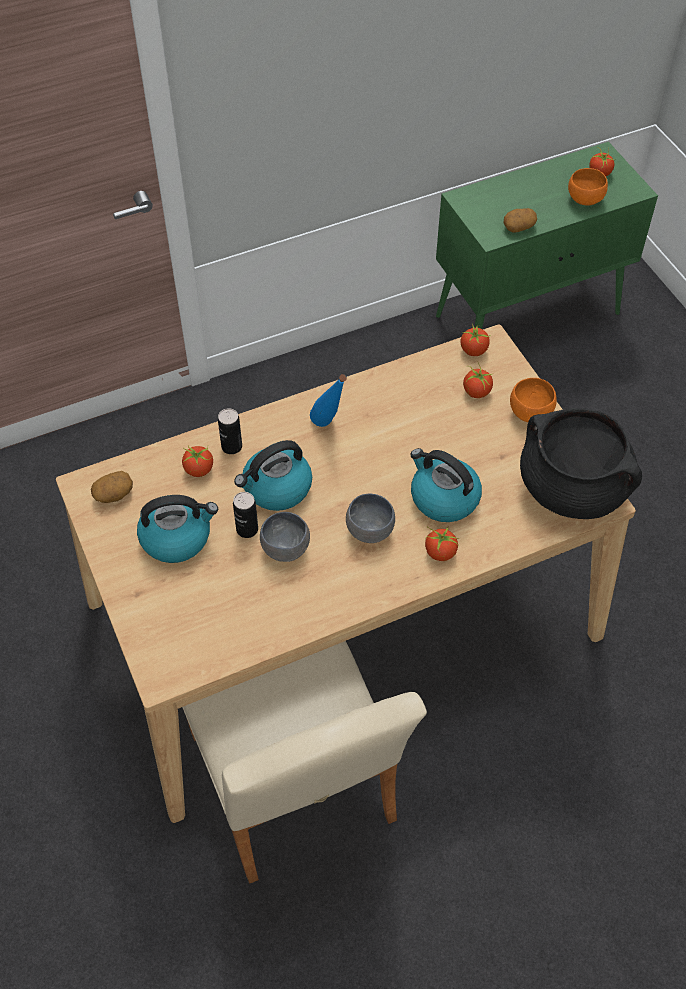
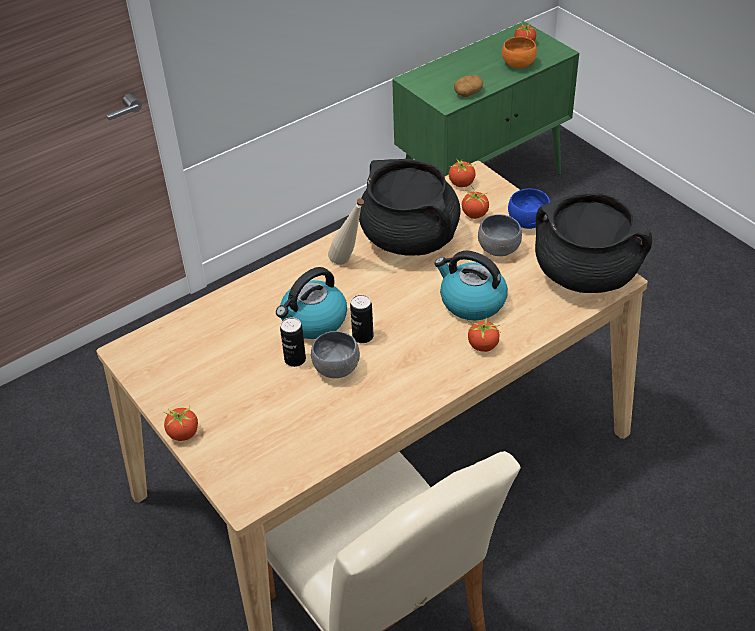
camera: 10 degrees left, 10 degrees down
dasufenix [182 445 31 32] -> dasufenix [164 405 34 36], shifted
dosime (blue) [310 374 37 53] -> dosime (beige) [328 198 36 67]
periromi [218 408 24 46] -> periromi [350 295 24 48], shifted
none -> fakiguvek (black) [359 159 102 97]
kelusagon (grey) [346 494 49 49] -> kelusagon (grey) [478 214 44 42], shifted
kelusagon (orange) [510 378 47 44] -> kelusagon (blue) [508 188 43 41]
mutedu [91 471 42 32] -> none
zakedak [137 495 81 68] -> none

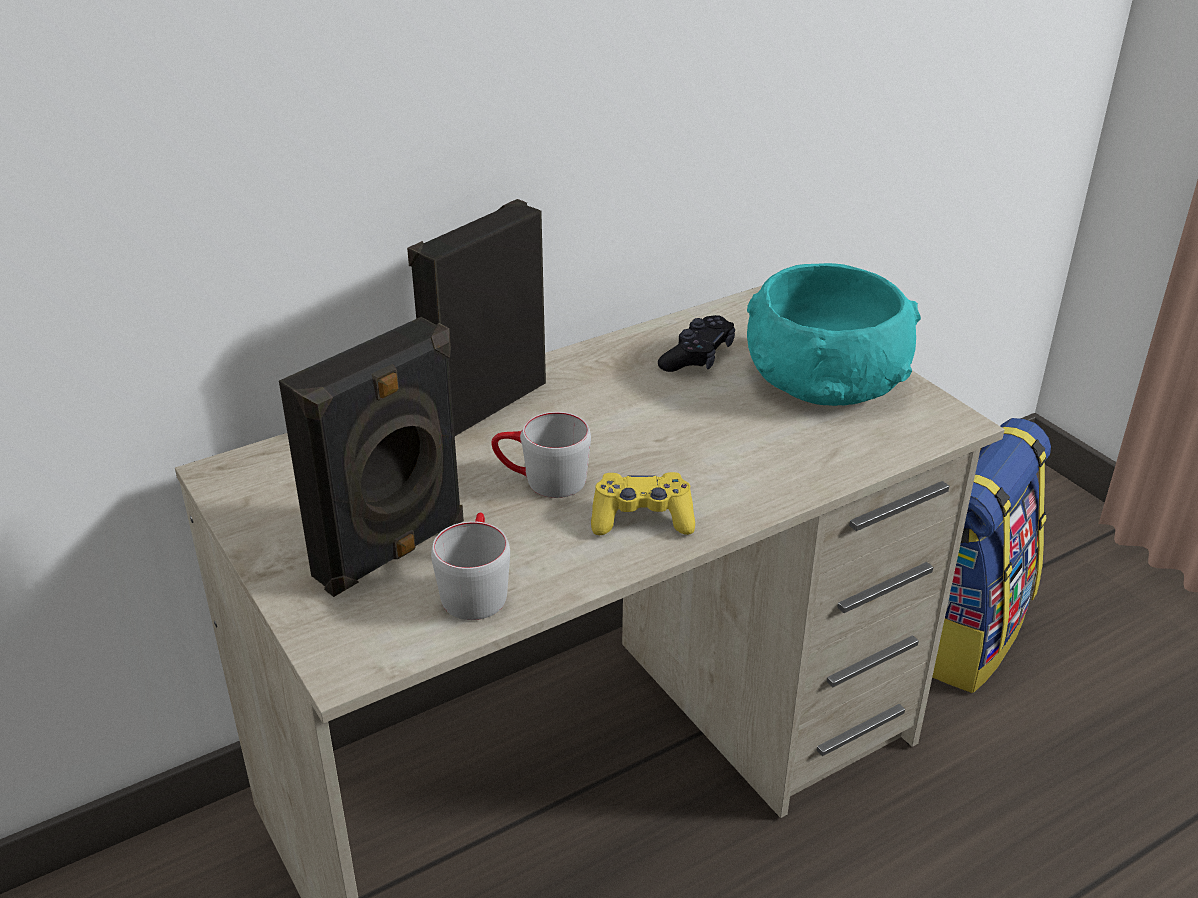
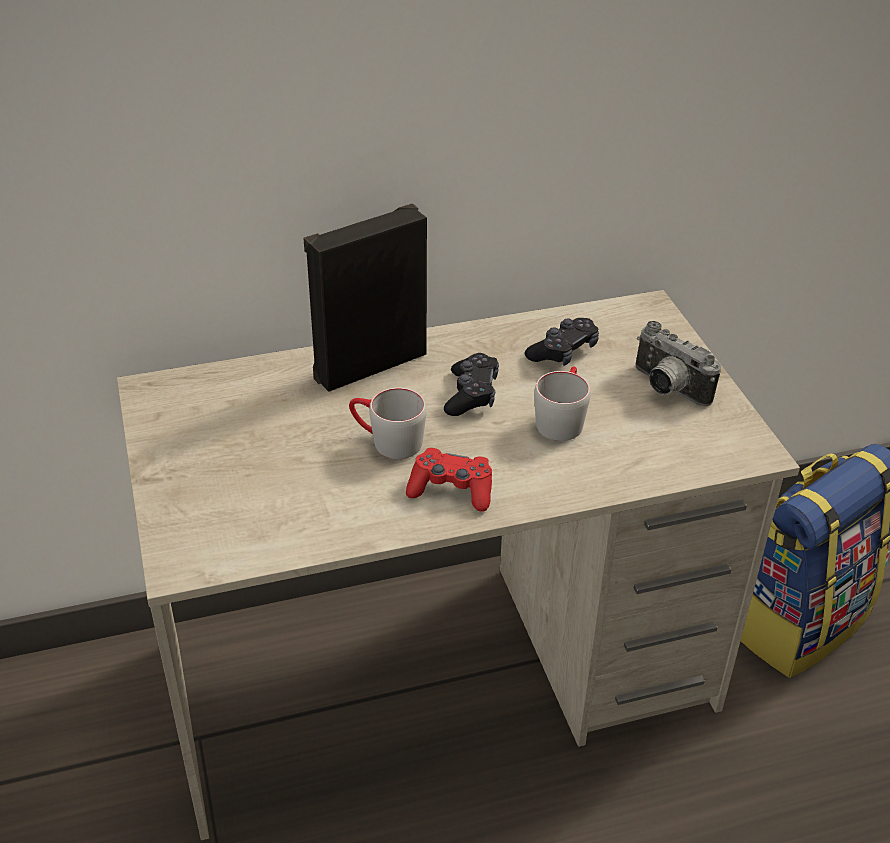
camera: 15 degrees right, 5 degrees up
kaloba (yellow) [591 472 104 63] -> kaloba (red) [406 448 86 64]
none -> kaloba (black) [444 353 55 63]
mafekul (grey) [431 512 79 108] -> mafekul (grey) [534 366 57 75], shifted
kelusagon (turquoise) [747 263 174 143] -> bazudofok [635 321 86 86]
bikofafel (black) [279 317 185 280] -> none

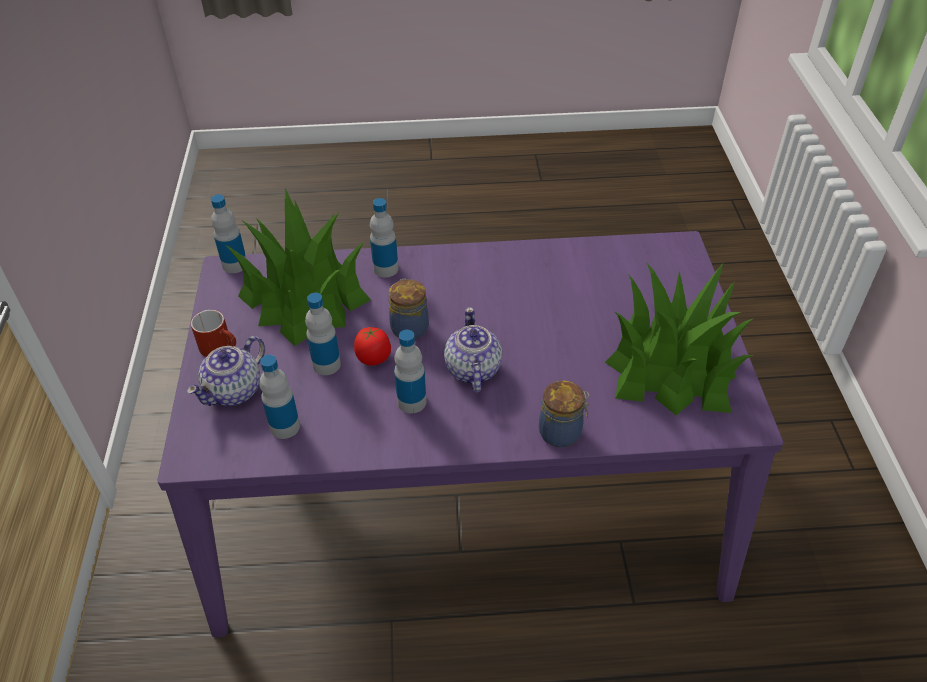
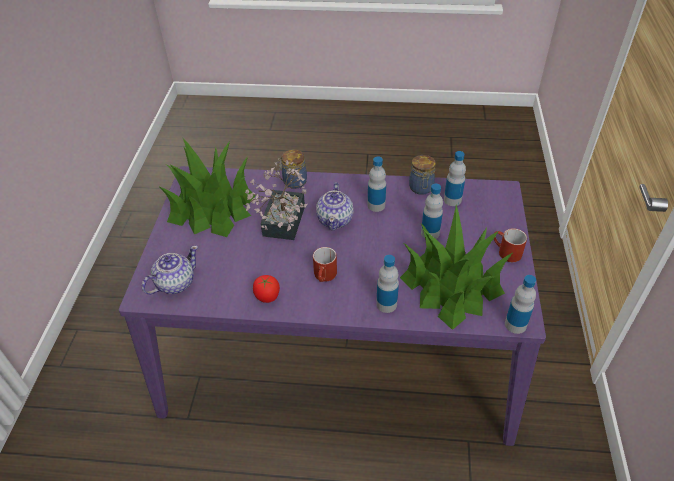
camera: 170 degrees left, 0 degrees up
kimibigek [186 336 79 70] -> kimibigek [142 245 56 50], shifted
none -> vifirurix [245 160 62 80]
dasufenix [354 326 37 40] -> dasufenix [253 275 27 28], shifted
none -> mafekul (red) [313 247 24 35]
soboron [389 279 40 60] -> soboron [409 155 27 40], shifted

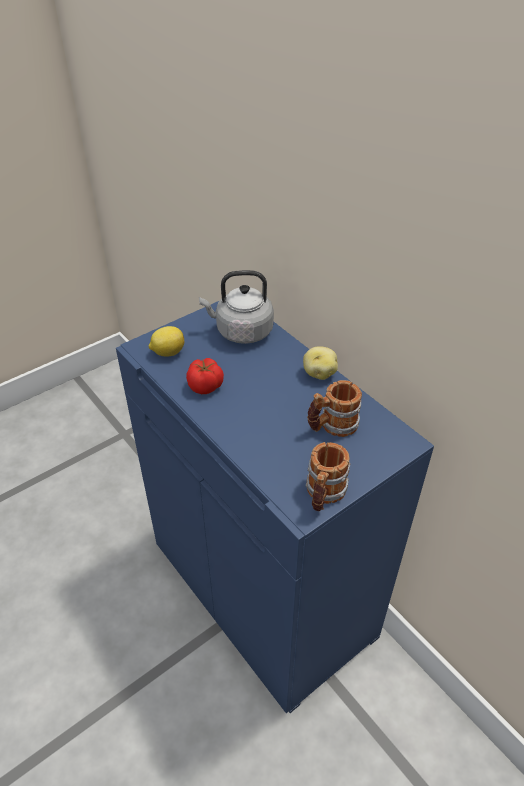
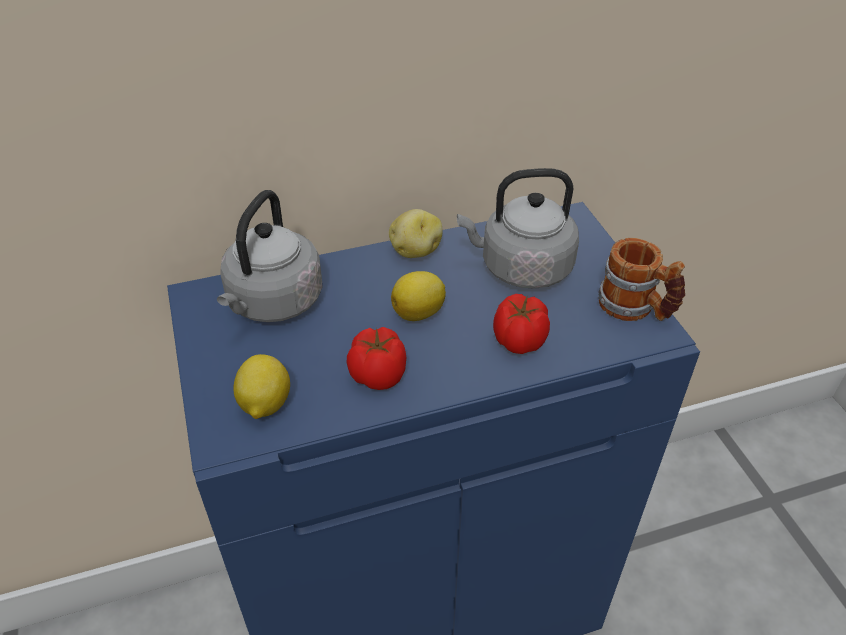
camera: 70 degrees left, 0 degrees up
none -> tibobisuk [391 271 55 50]
mafekul [307 380 55 57] -> zakedak (grey) [457 168 122 121]
none -> dasufenix [493 294 57 60]

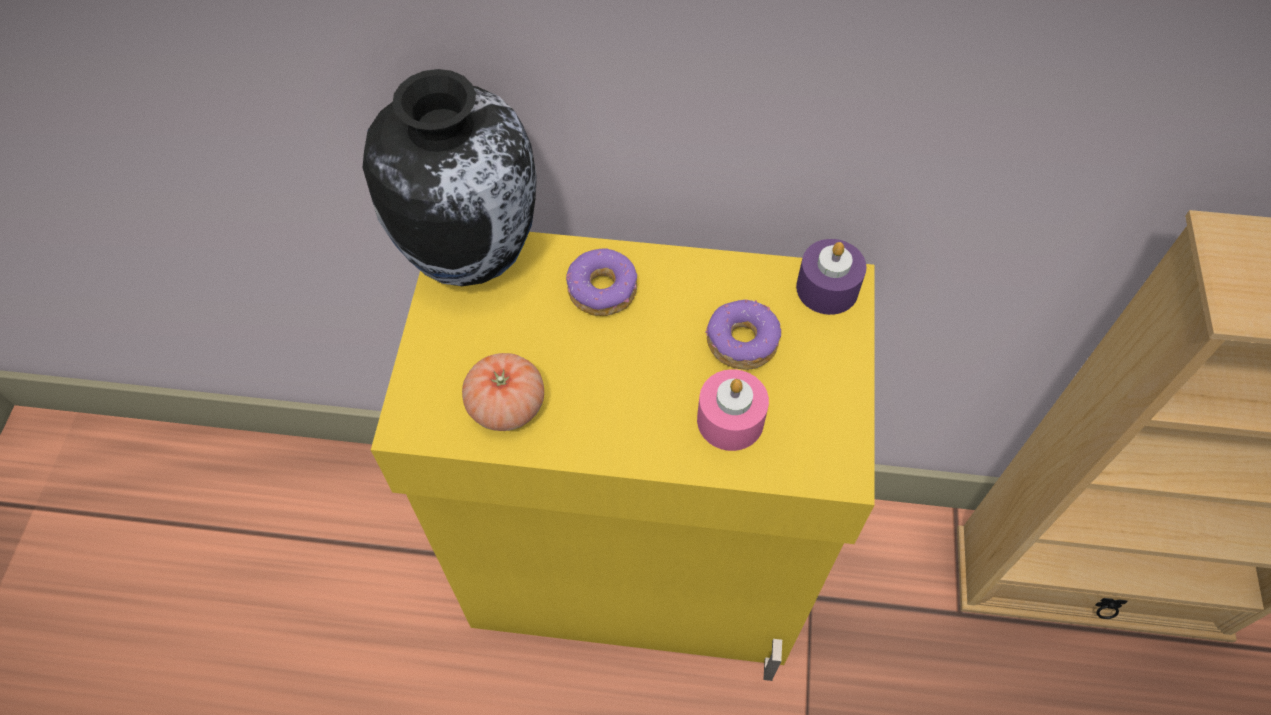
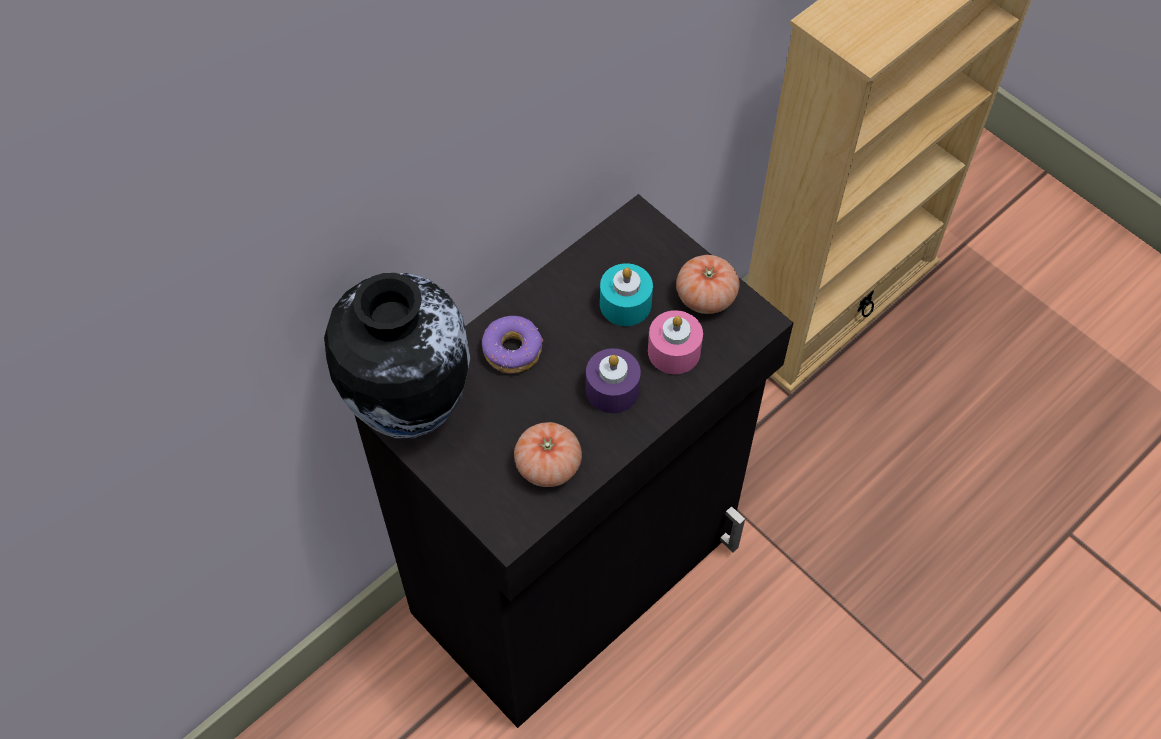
camera: 50 degrees left, 0 degrees up
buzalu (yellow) [371 232 504 449] -> buzalu (black) [355 194 438 534]
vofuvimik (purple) [796 239 70 76] -> vofuvimik (purple) [586 348 55 65], shifted
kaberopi [705 300 76 70] -> vofuvimik (turquoise) [600 263 53 63]
none -> dasufenix [676 255 63 59]

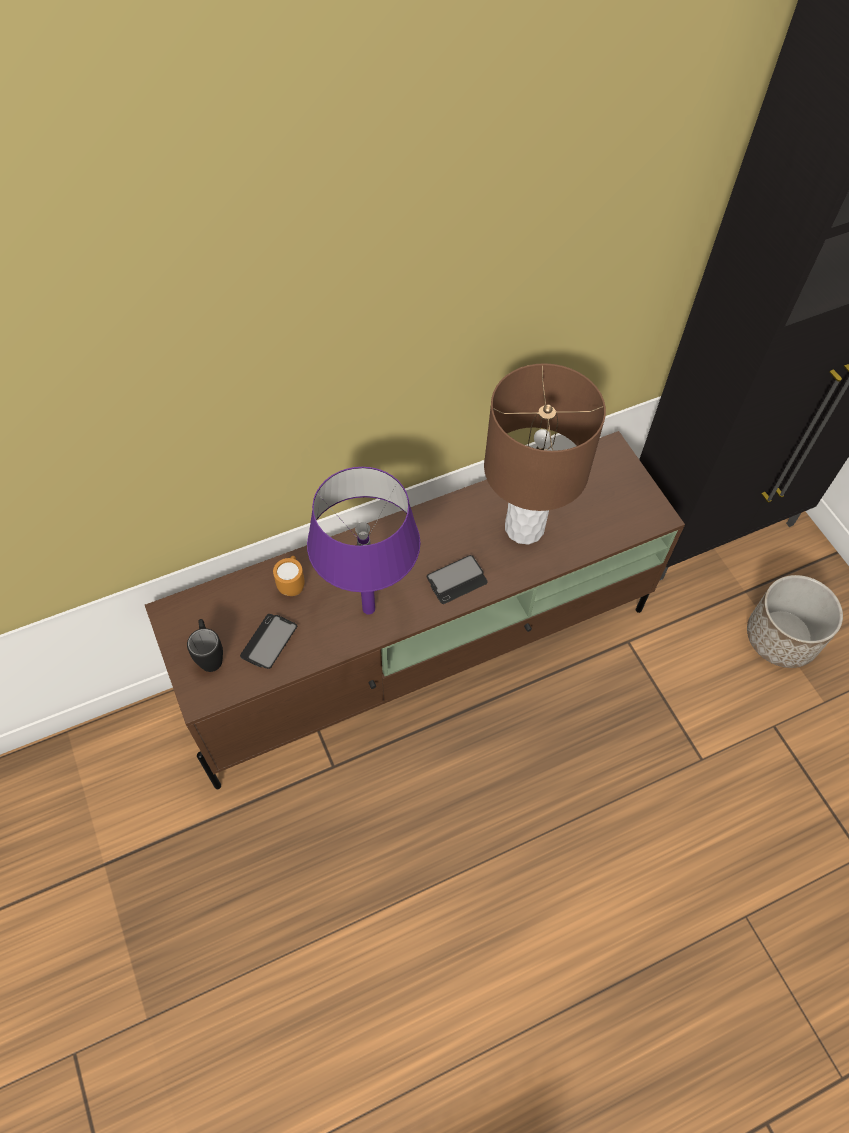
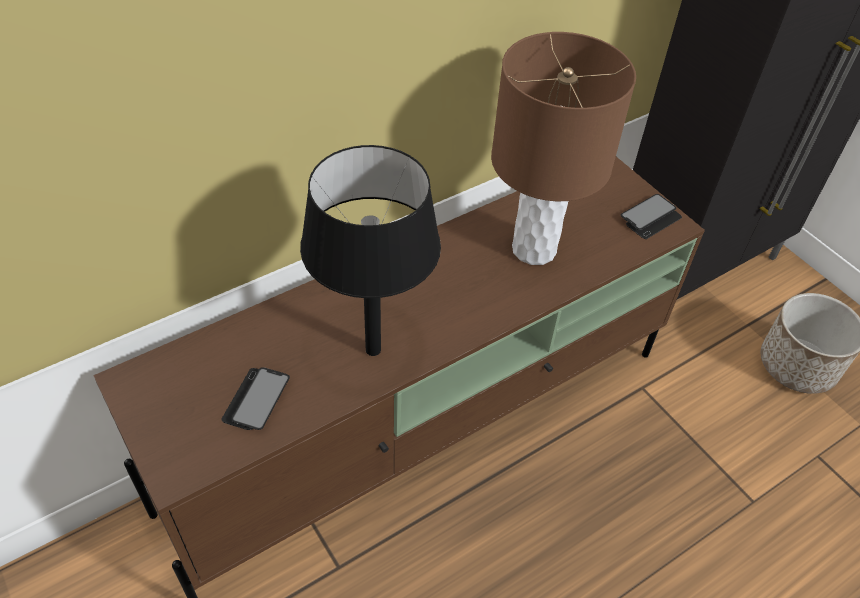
camera: 10 degrees left, 10 degrees down
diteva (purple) [307 467 113 148] -> diteva (black) [300 145 141 211]
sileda [427 555 61 49] -> sileda [621 194 61 45], shifted
mafekul (black) [187 619 36 53] -> none
mafekul (orange) [273 556 31 40] -> none

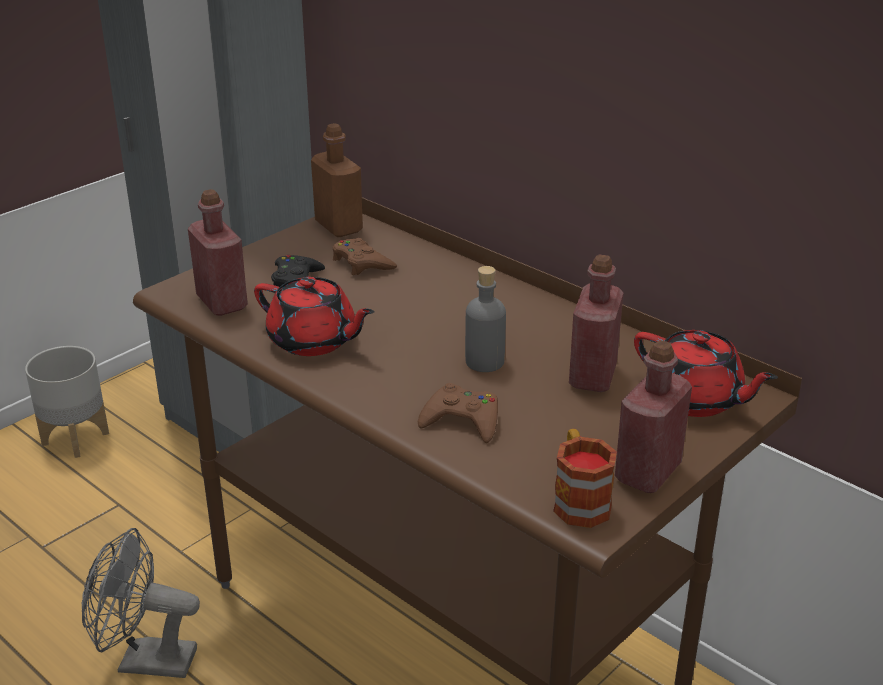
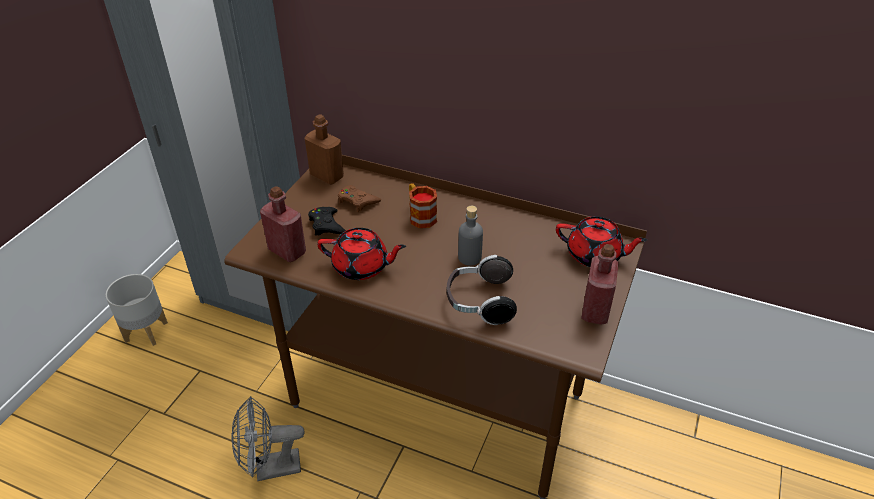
camera: 20 degrees left, 10 degrees up
mafekul [553 429 64 99] -> mafekul [409 183 28 45], shifted
kaloba (brown) [418 383 80 60] -> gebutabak [447 255 70 70]
dosime (red) [569 254 55 138] -> none

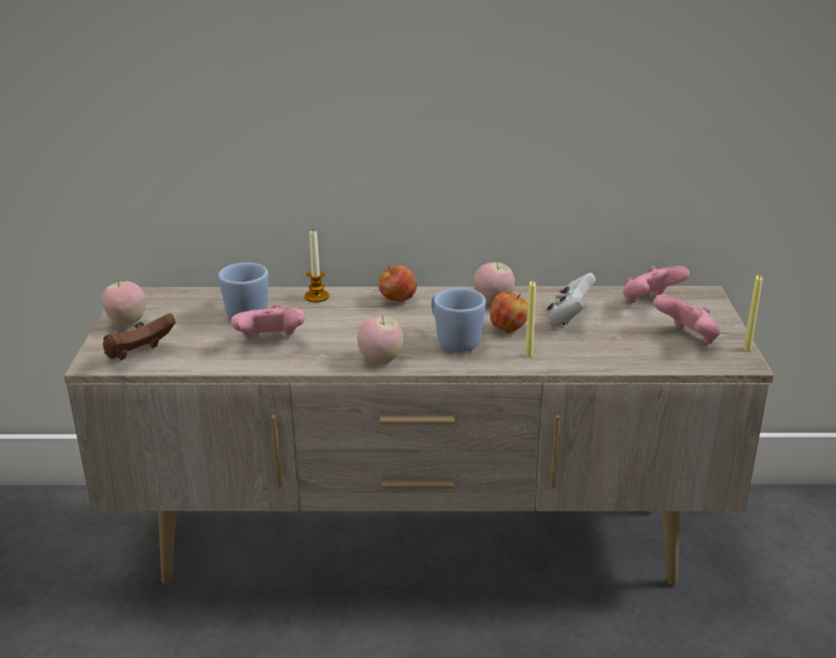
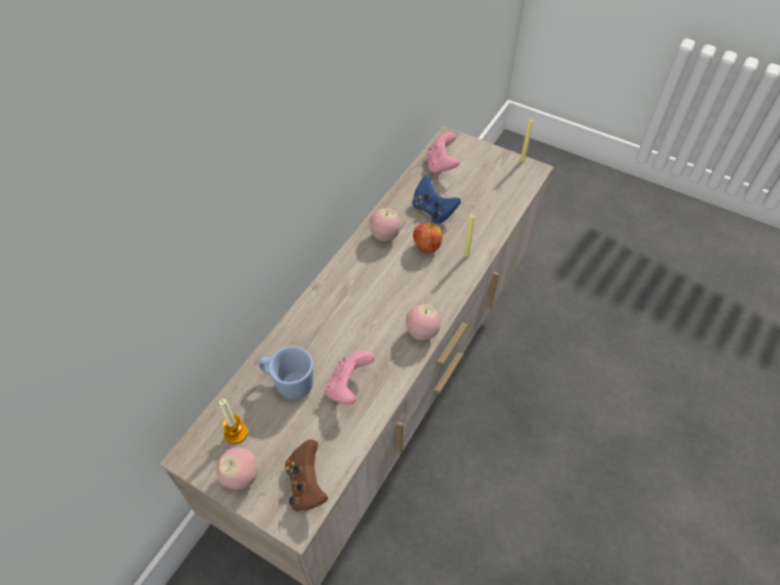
camera: 60 degrees left, 25 degrees up
vofuvimik [305 231 24 71] -> vofuvimik [219 399 29 45], shifted
kaloba (white) [547 273 49 53] -> kaloba (blue) [412 175 49 49]
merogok [378 265 39 37] -> none
mafekul (blue) [431 288 55 64] -> none
kaloba (pink) [653 295 68 49] -> none

